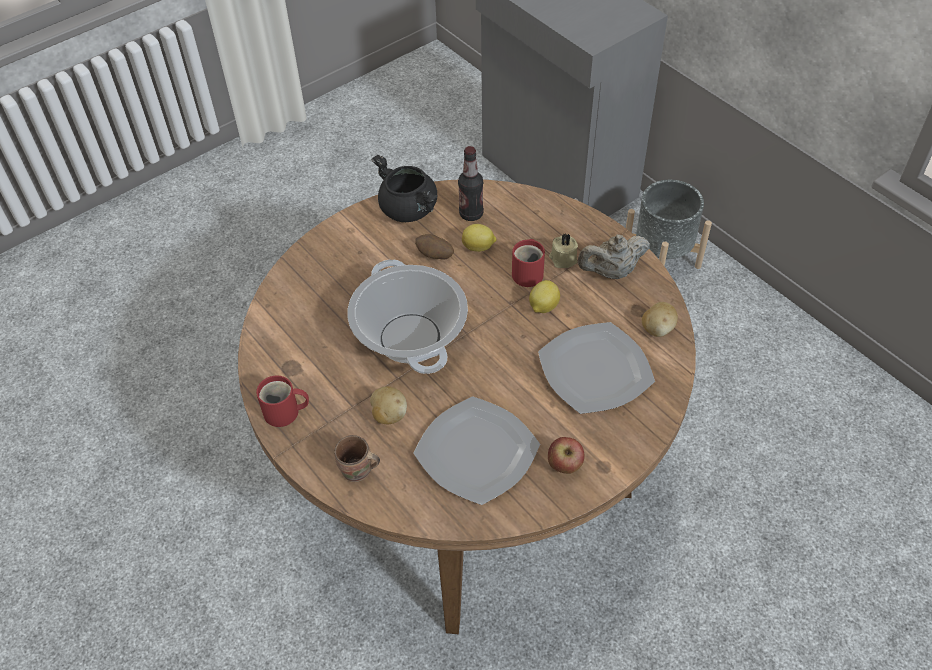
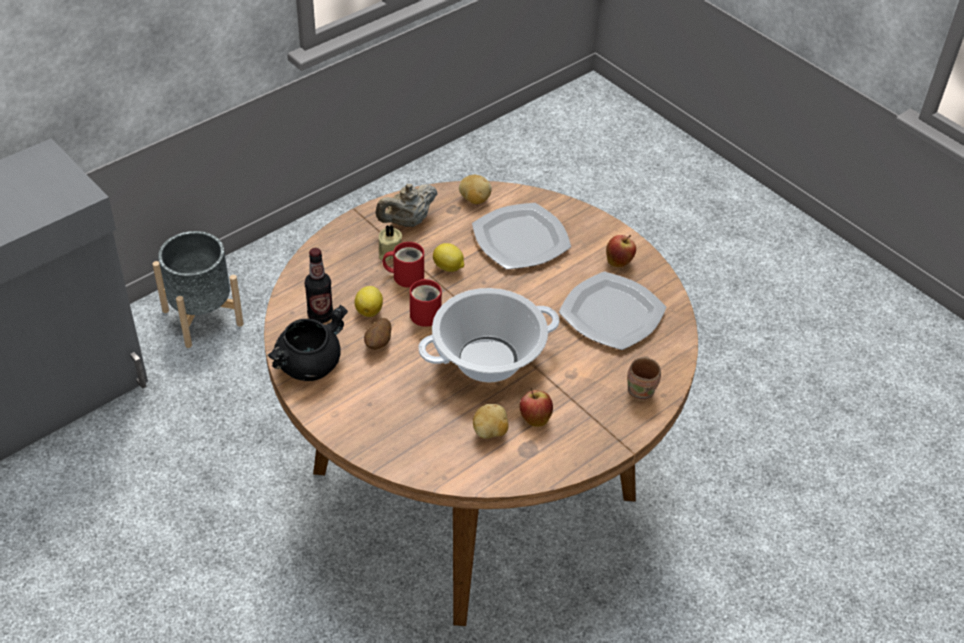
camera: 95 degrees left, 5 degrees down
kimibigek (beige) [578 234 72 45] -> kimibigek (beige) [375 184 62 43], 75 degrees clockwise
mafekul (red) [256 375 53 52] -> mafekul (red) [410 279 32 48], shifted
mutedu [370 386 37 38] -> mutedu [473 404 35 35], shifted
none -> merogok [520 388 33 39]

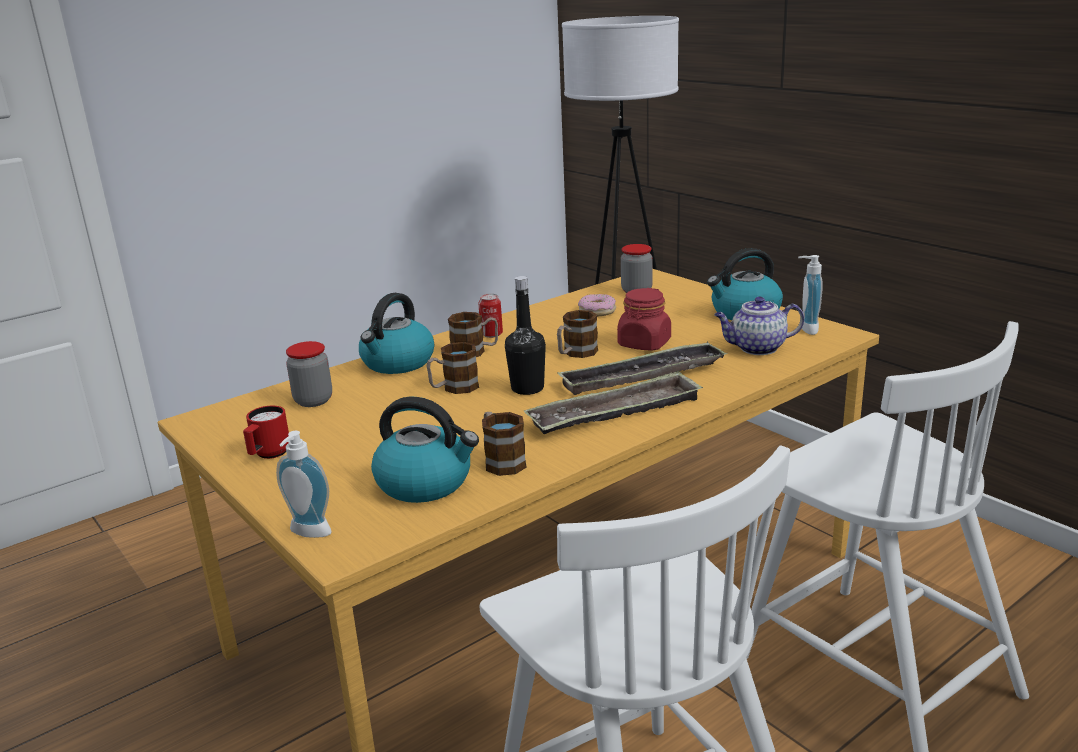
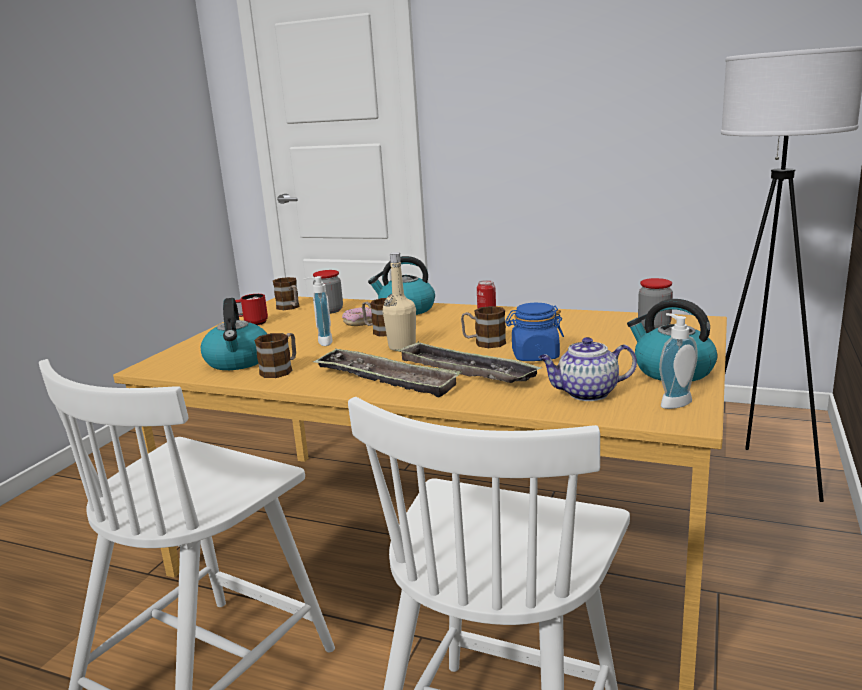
camera: 60 degrees right, 5 degrees down
mafekul [448 312 50 45] -> mafekul [273 277 27 33], shifted
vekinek [276 431 56 107] -> vekinek [304 276 29 70], shifted
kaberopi [578 294 38 22] -> kaberopi [342 307 30 19], shifted
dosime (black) [505 276 41 119] -> dosime (beige) [383 252 33 99]
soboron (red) [617 288 54 63] -> soboron (blue) [505 303 59 58]
kimibigek [714 297 90 58] -> kimibigek [538 337 99 64], 60 degrees counterclockwise

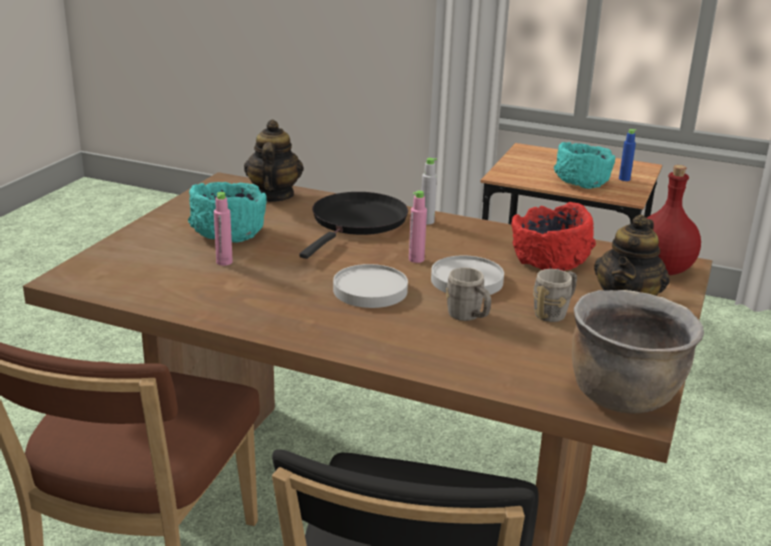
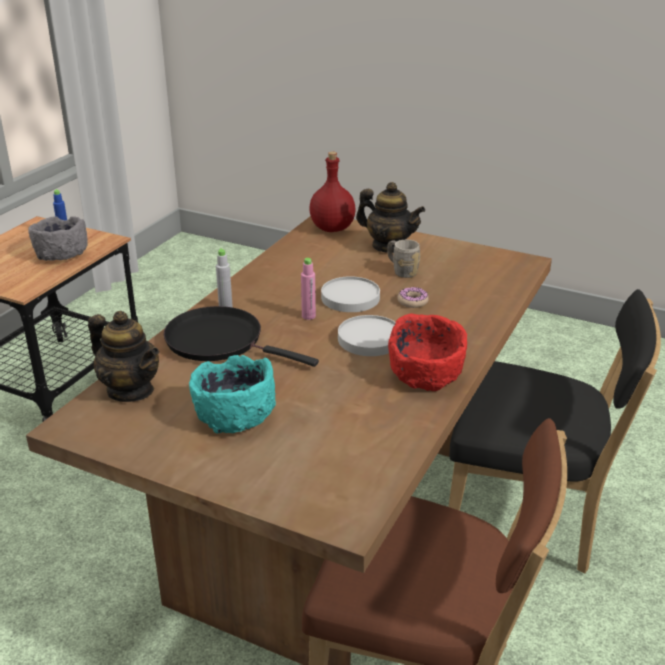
camera: 85 degrees left, 5 degrees up
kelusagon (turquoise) [554 142 61 47] -> kelusagon (grey) [28 216 60 45]
kimibigek [244 120 60 82] -> kimibigek [88 311 71 91], 150 degrees counterclockwise
kelusagon (red) [511 202 85 69] -> kelusagon (red) [388 313 79 78], shifted
mafekul (grey) [446 267 45 54] -> kaberopi [397 287 32 21]
dosime (pink) [214 192 19 74] -> none
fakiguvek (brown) [572 290 132 123] -> none

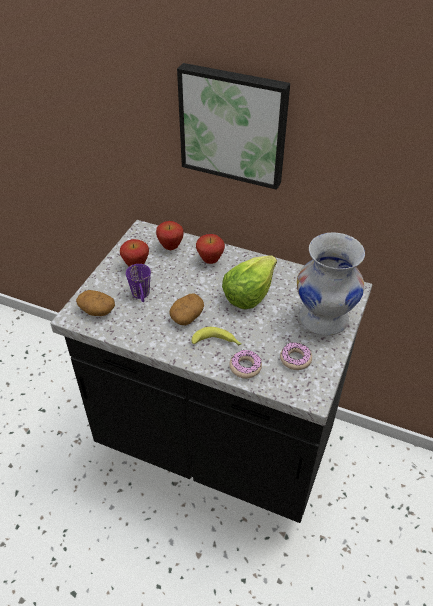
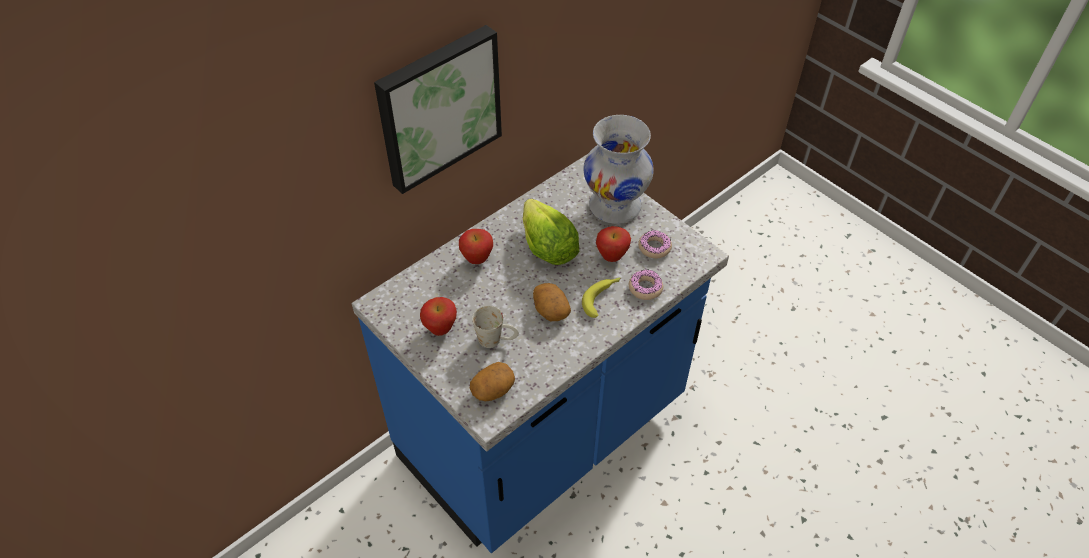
camera: 65 degrees left, 5 degrees up
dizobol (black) [50 220 322 303] -> dizobol (blue) [352 154 377 399]
mafekul (purple) [126 264 25 38] -> mafekul (white) [472 306 47 42]
merogok [156 221 28 29] -> merogok [596 226 35 36], shifted

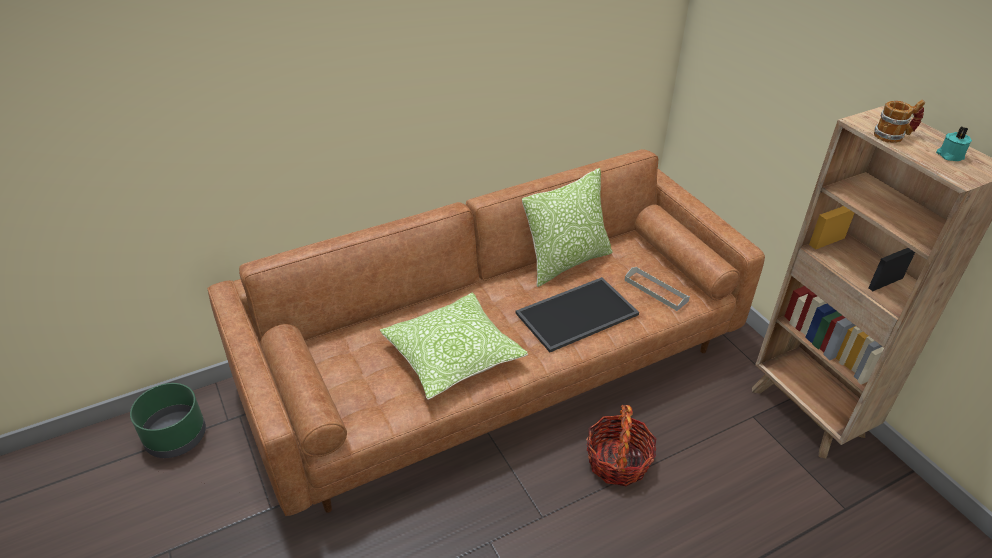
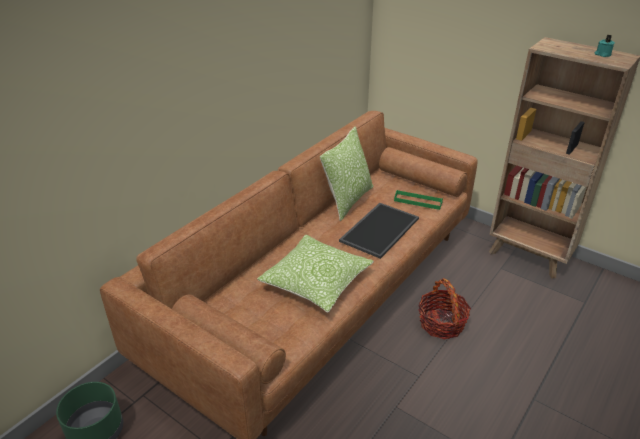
camera: 25 degrees left, 5 degrees down
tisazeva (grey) [624 267 66 44] -> tisazeva (green) [394 190 49 20]
mafekul [874 100 51 43] -> none

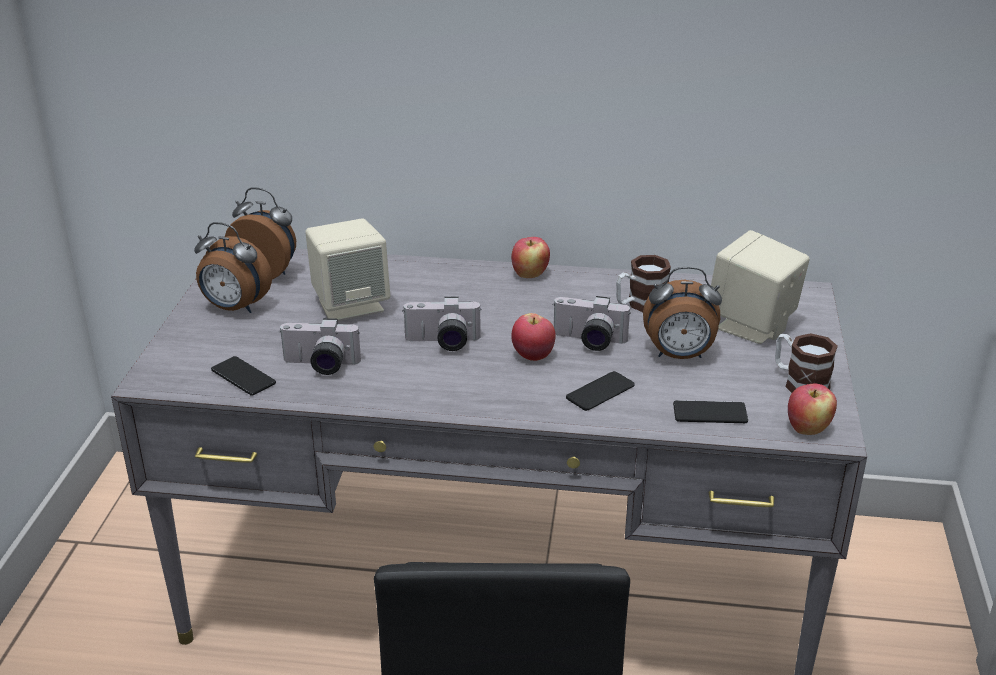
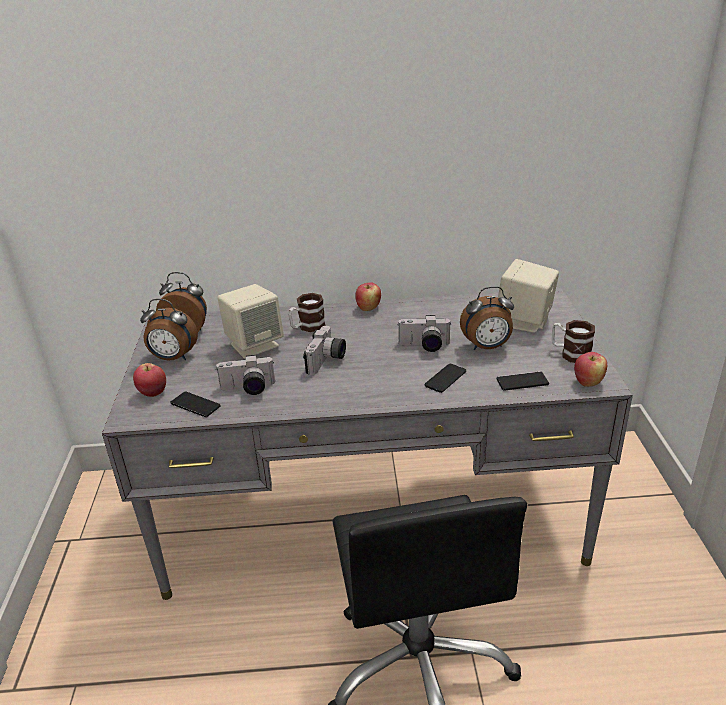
camera: 10 degrees left, 0 degrees up
merogok [511 313 45 48] -> merogok [133 363 33 34], shifted
mafekul [616 255 55 57] -> mafekul [288 293 37 39], shifted
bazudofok [402 297 80 54] -> bazudofok [303 326 43 49], 60 degrees counterclockwise

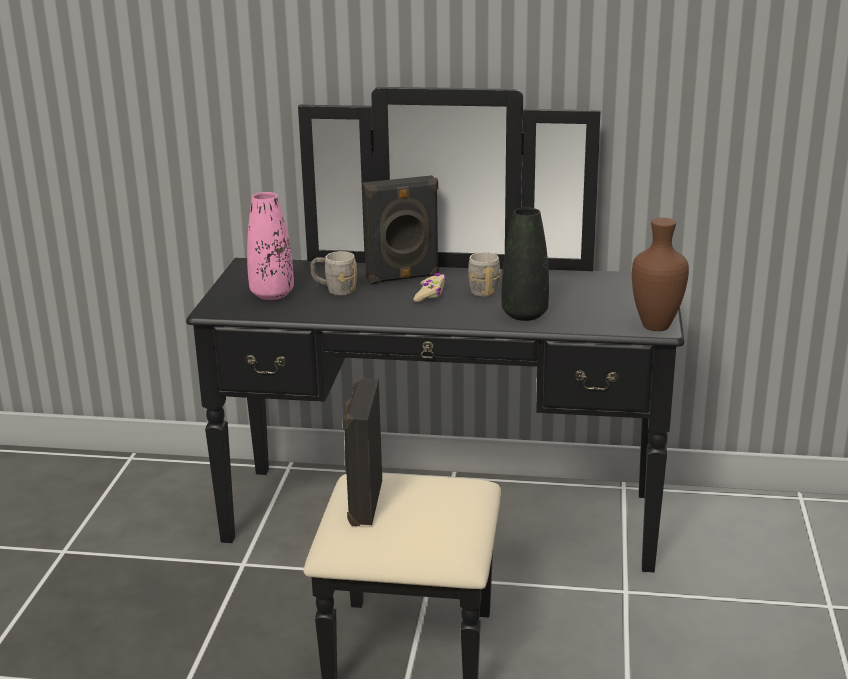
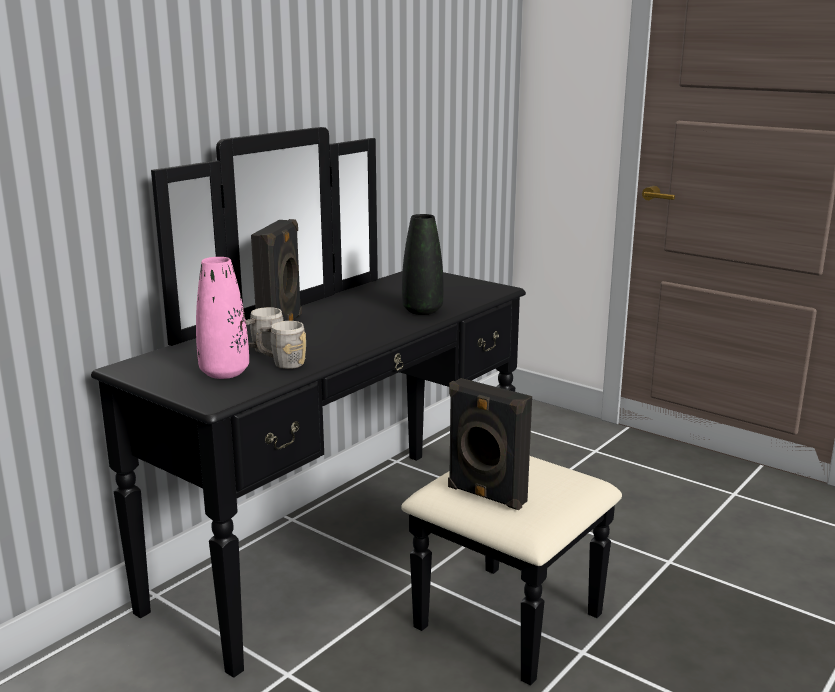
camera: 60 degrees left, 5 degrees down
mafekul (grey) [468 252 33 45] -> mafekul (grey) [256 321 50 48], shifted
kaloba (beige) [413 273 33 29] -> none
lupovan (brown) [632 218 57 113] -> none

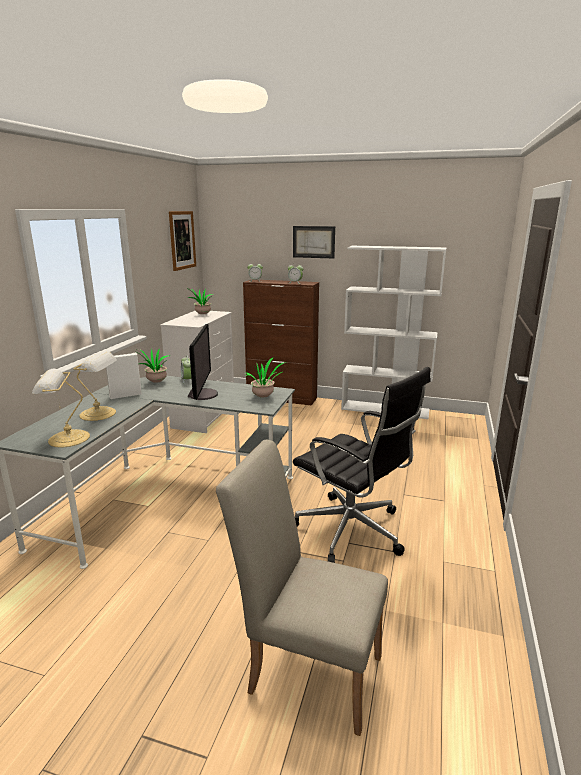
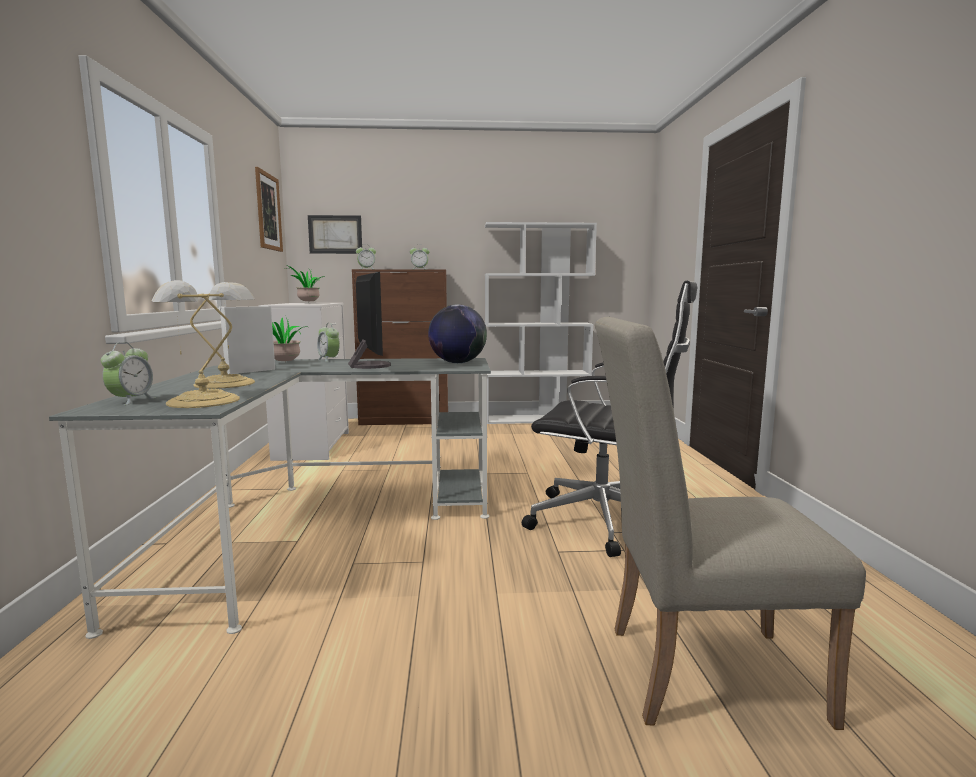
camera: 20 degrees left, 10 degrees down
none -> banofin [101 342 55 63]
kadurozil [293 226 42 32] -> kadurozil [308 215 54 39], shifted
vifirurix [244 357 40 41] -> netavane [428 305 59 58]

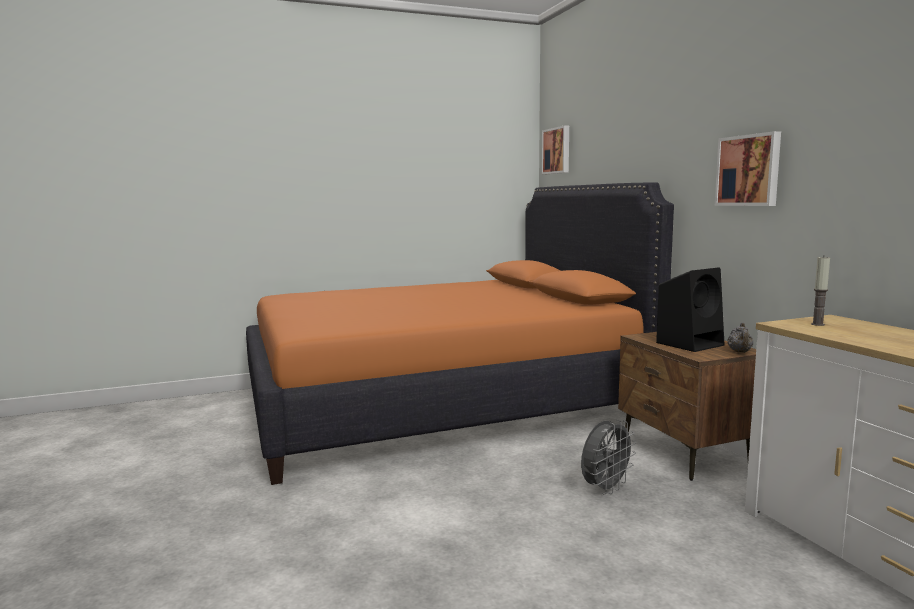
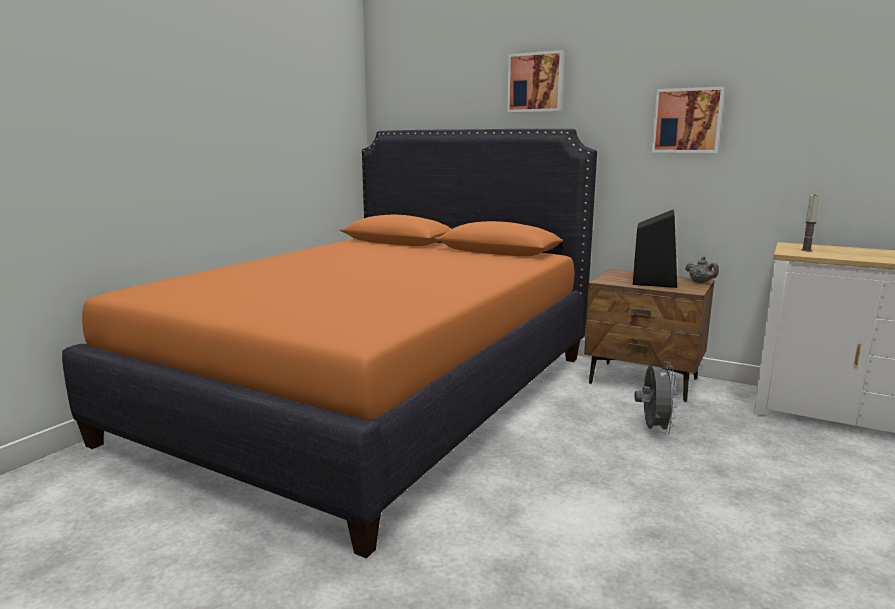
camera: 40 degrees left, 5 degrees up
kadurozil [542 125 27 49] -> kadurozil [507 50 58 63], shifted

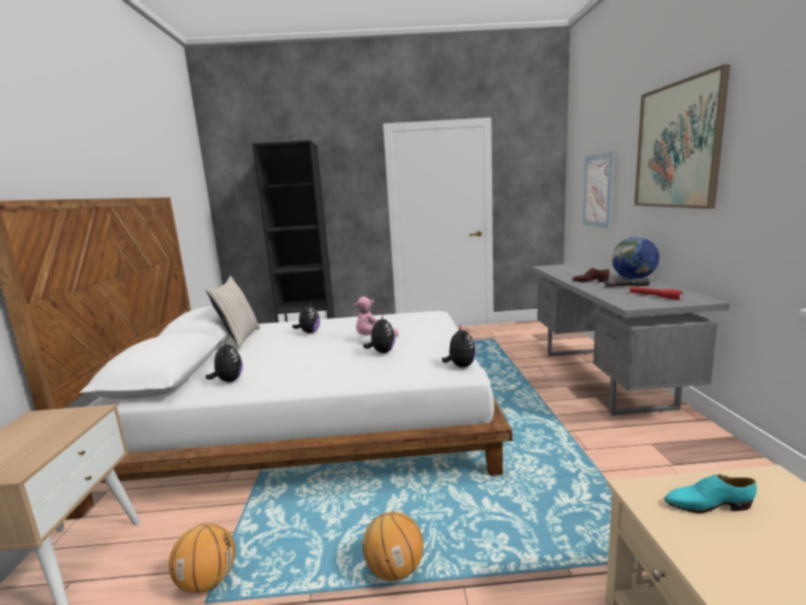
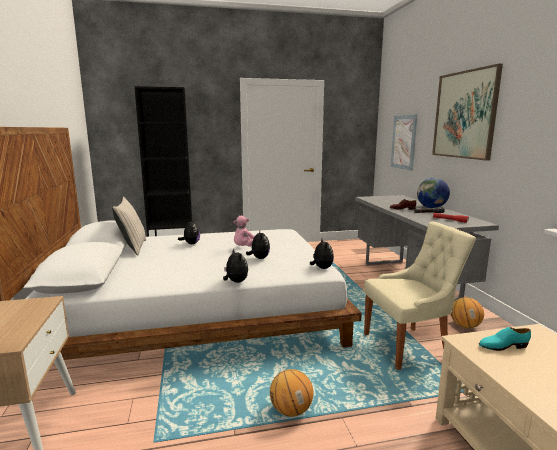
camera: 10 degrees left, 0 degrees up
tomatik [206 340 37 42] -> tomatik [223 248 25 35], shifted
none -> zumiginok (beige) [364 222 112 148]
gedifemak [169 523 67 70] -> gedifemak [450 297 34 31], shifted

